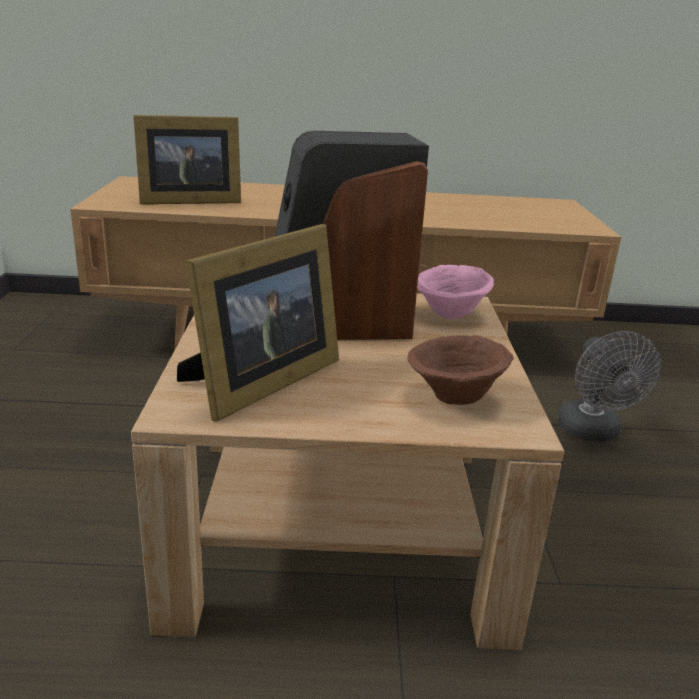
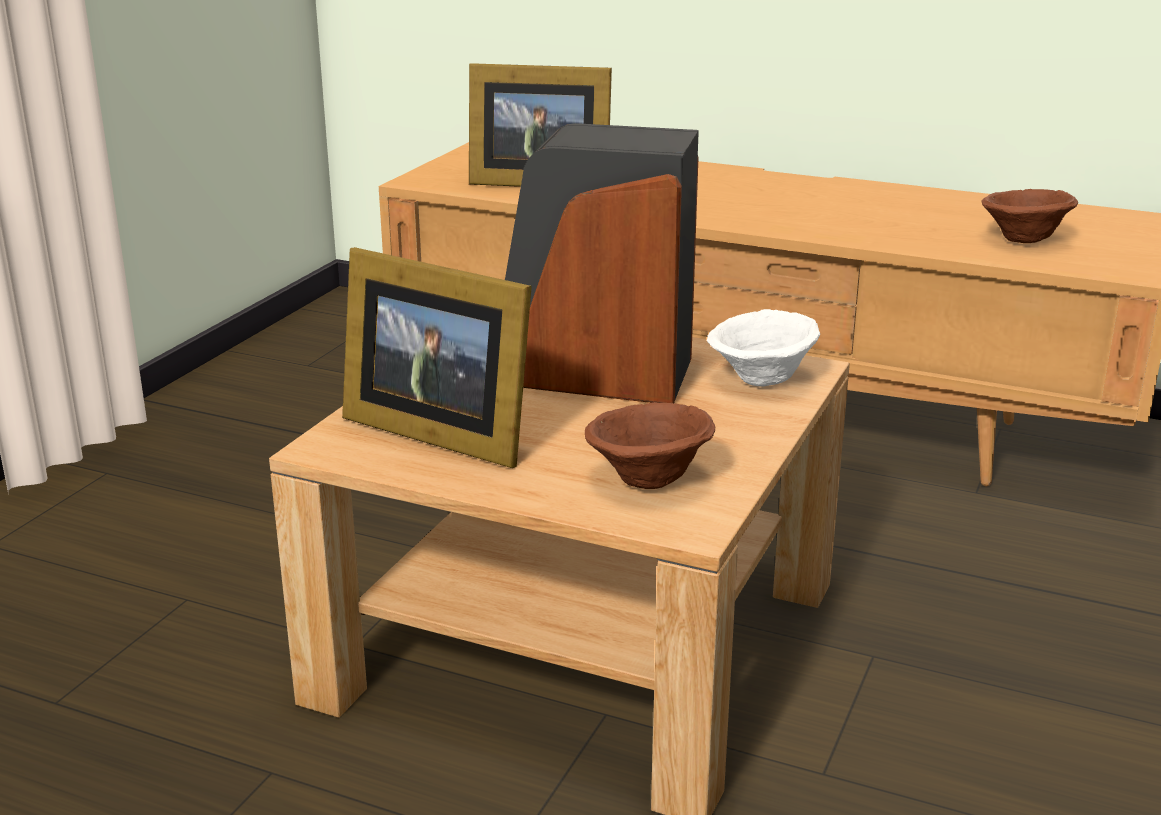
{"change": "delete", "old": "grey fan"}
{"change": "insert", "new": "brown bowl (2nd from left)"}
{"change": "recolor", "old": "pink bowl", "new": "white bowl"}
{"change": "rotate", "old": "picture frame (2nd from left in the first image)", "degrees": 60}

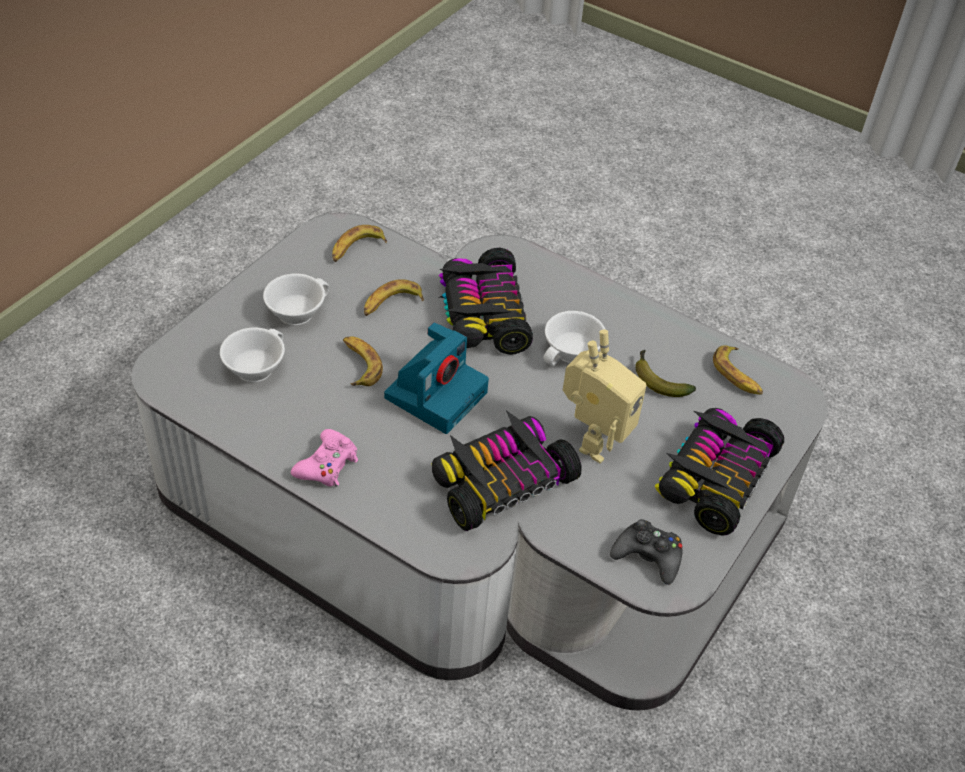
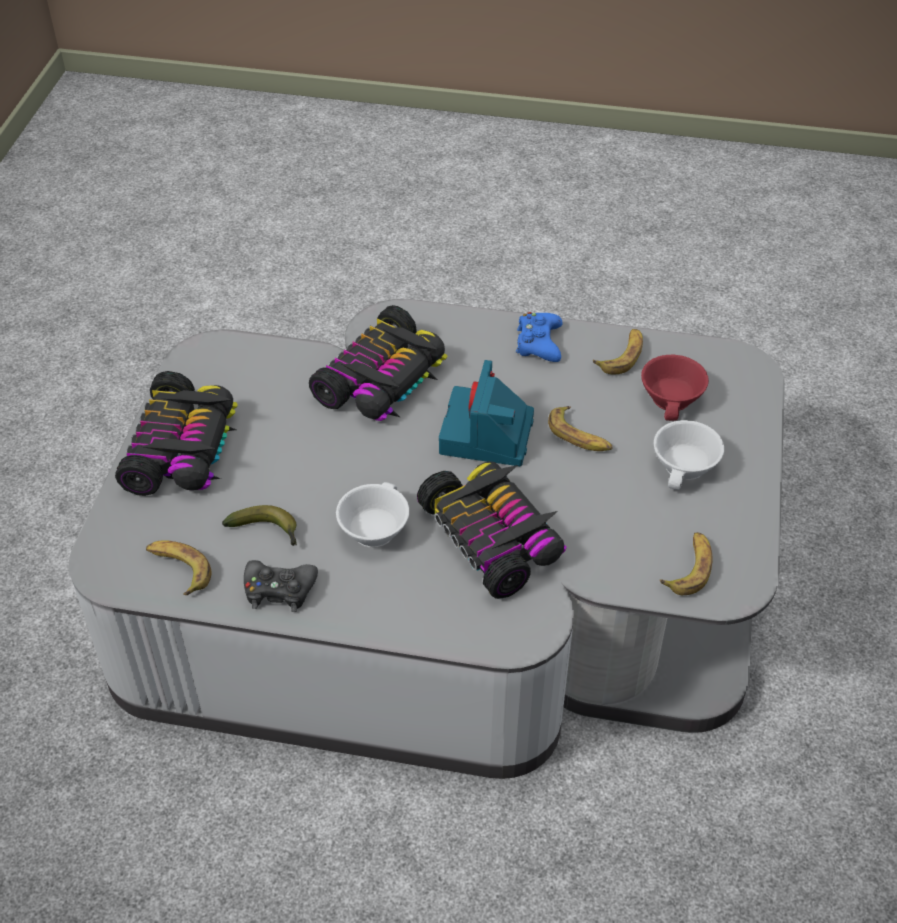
{"change": "delete", "old": "toy robot"}
{"change": "move", "old": "banana (3rd from left in the first image)", "new": "banana (4th from left)"}
{"change": "move", "old": "black game controller"}
{"change": "recolor", "old": "white cup (1st from left)", "new": "red cup"}
{"change": "recolor", "old": "pink game controller", "new": "blue game controller"}

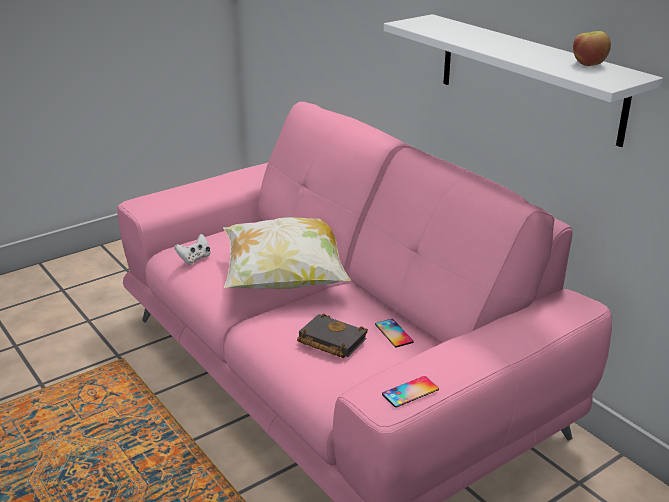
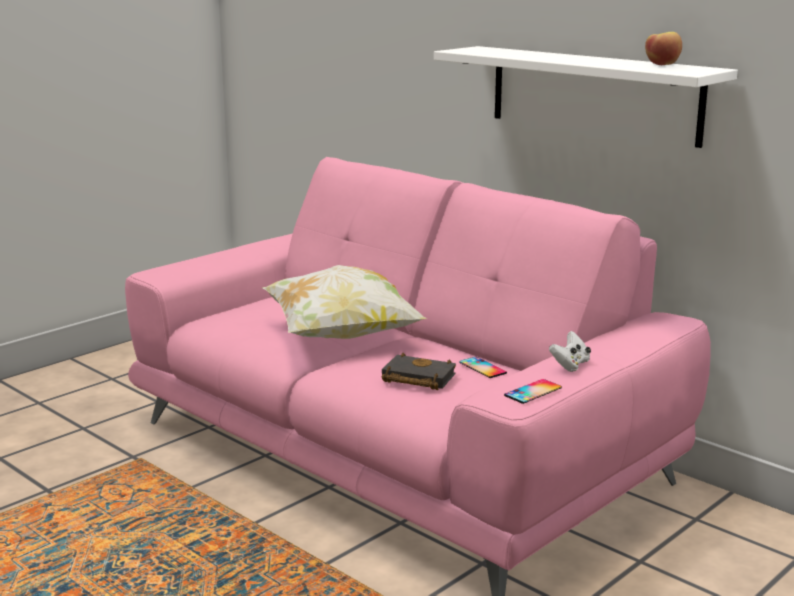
{"change": "move", "old": "white game controller"}

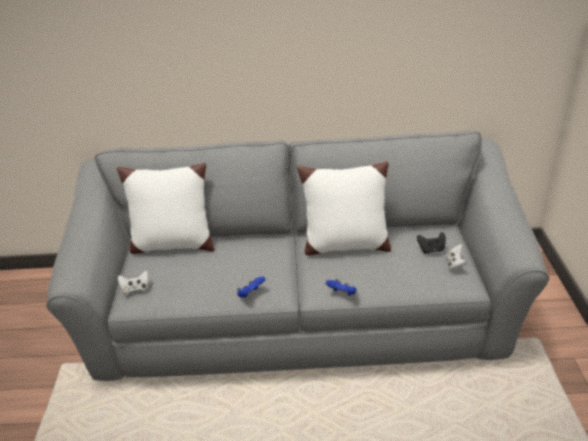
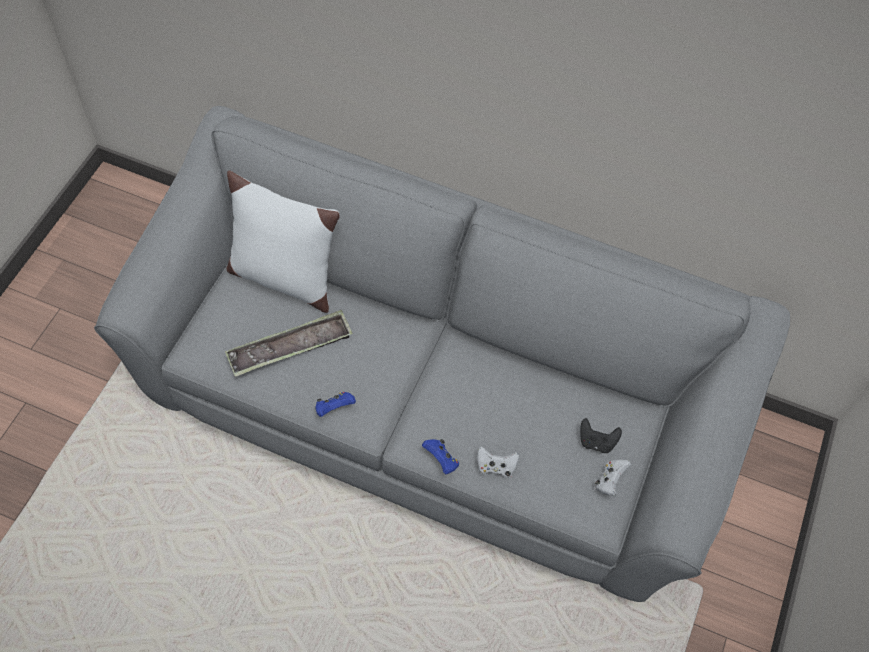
{"change": "delete", "old": "white pillow (2nd from left)"}
{"change": "insert", "new": "tray"}
{"change": "move", "old": "white game controller (1st from left)"}

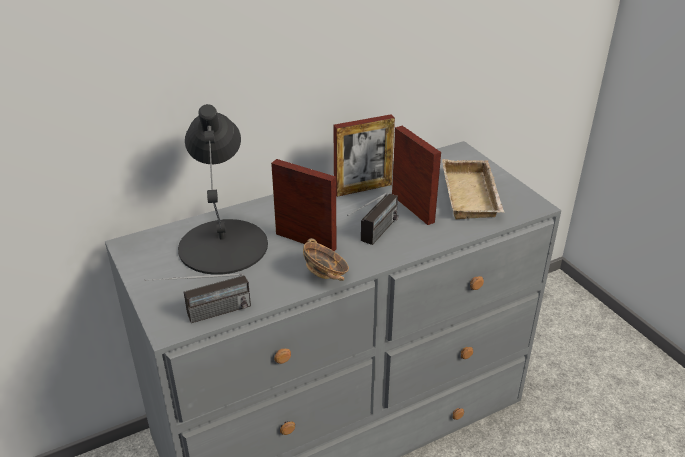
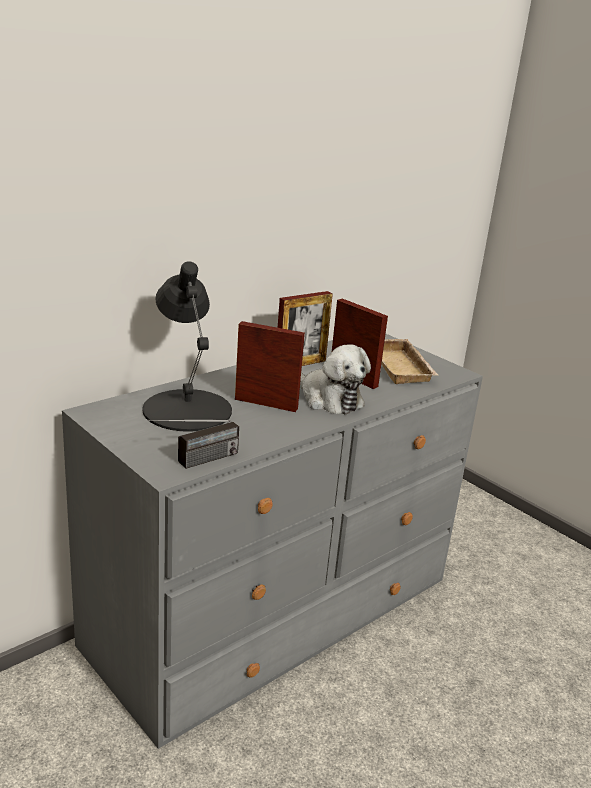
{"change": "delete", "old": "bowl"}
{"change": "replace", "old": "radio (2nd from left)", "new": "plush toy"}

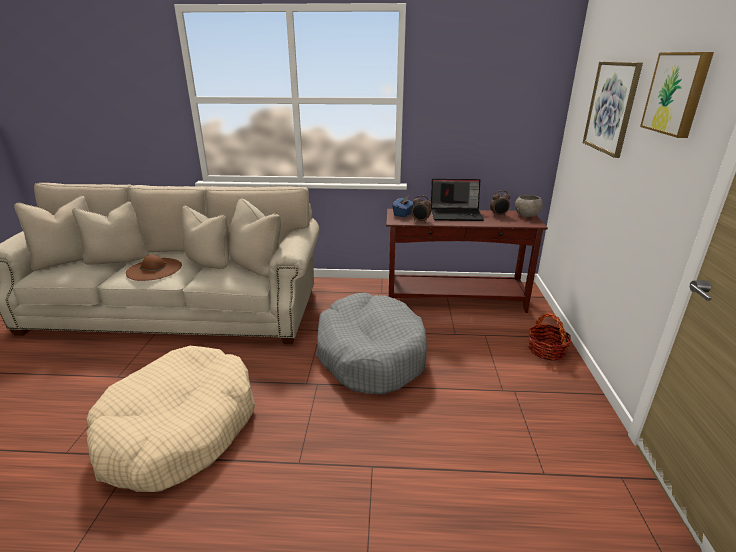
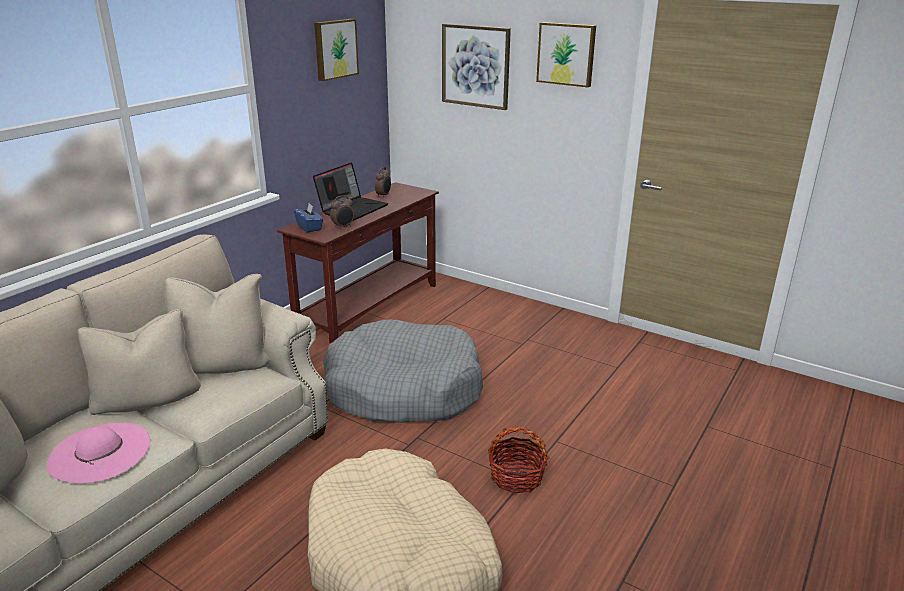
{"change": "delete", "old": "grey bowl"}
{"change": "insert", "new": "picture (1st from left)"}
{"change": "move", "old": "basket"}
{"change": "recolor", "old": "brown hat", "new": "pink hat"}

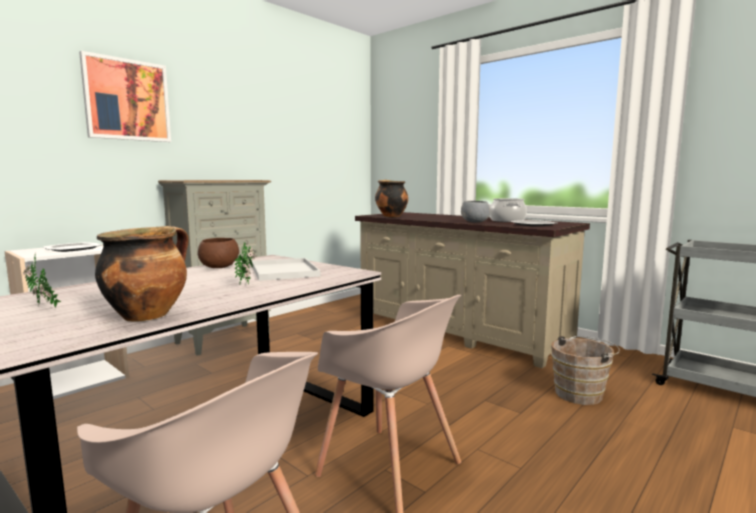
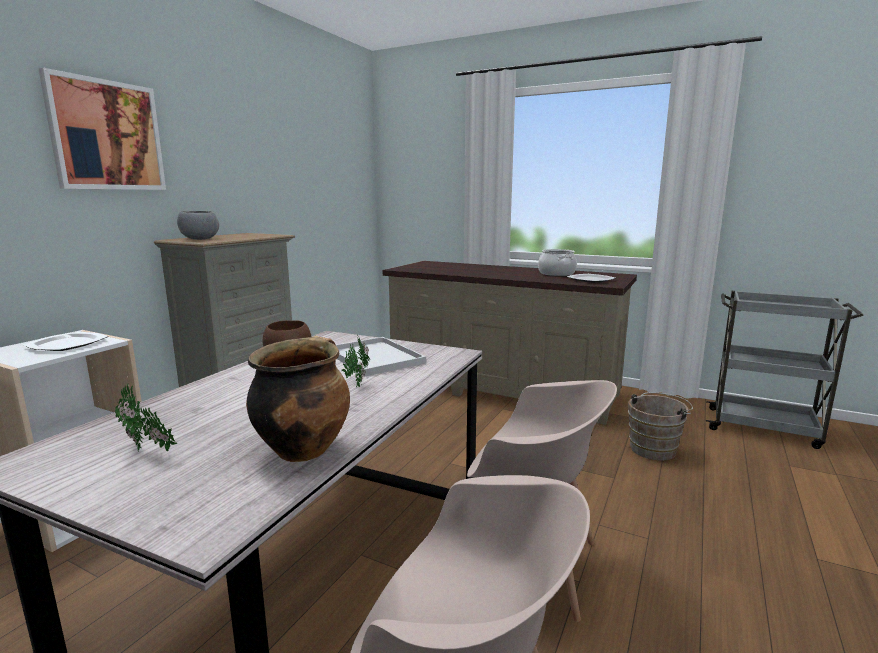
{"change": "delete", "old": "cooking pot (2nd from left)"}
{"change": "move", "old": "grey bowl"}

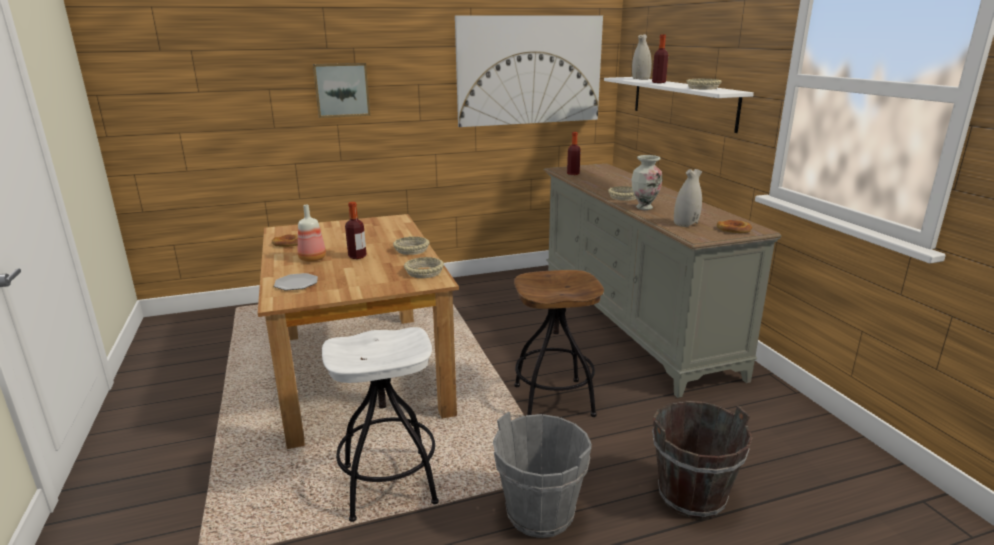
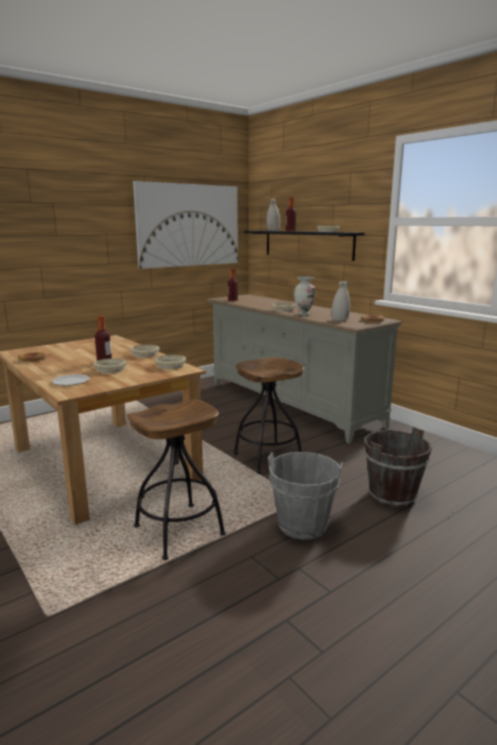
{"change": "delete", "old": "bottle (1st from left)"}
{"change": "delete", "old": "picture (1st from left)"}
{"change": "insert", "new": "beige bowl (1st from left)"}
{"change": "recolor", "old": "white stool", "new": "brown stool (1st from left)"}
{"change": "recolor", "old": "white shelf", "new": "black shelf"}

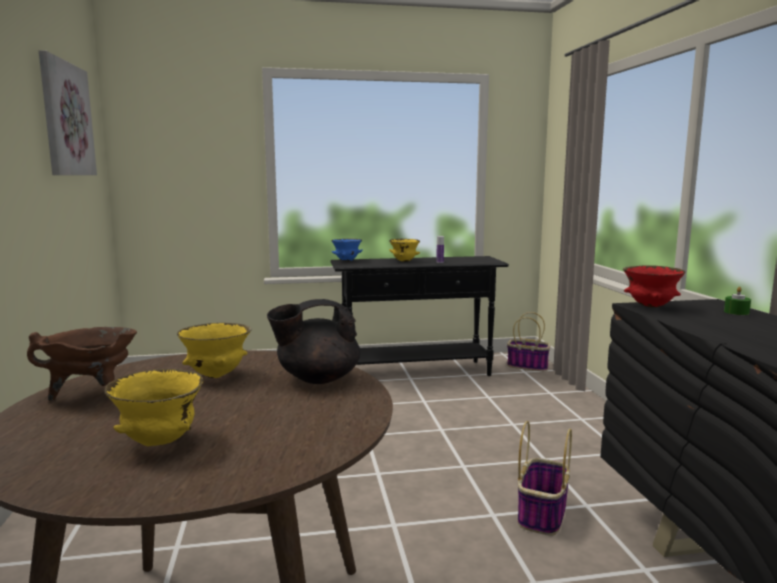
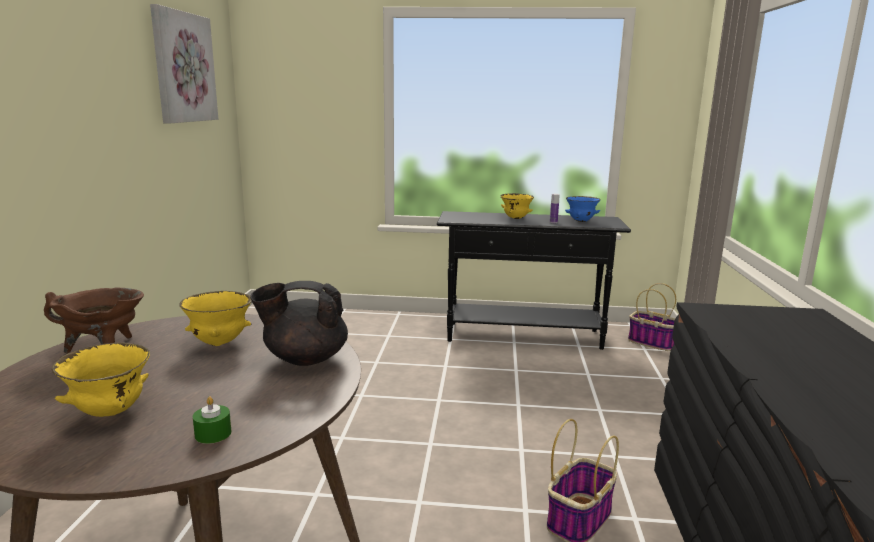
{"change": "delete", "old": "red bowl"}
{"change": "move", "old": "blue bowl"}
{"change": "move", "old": "green candle"}

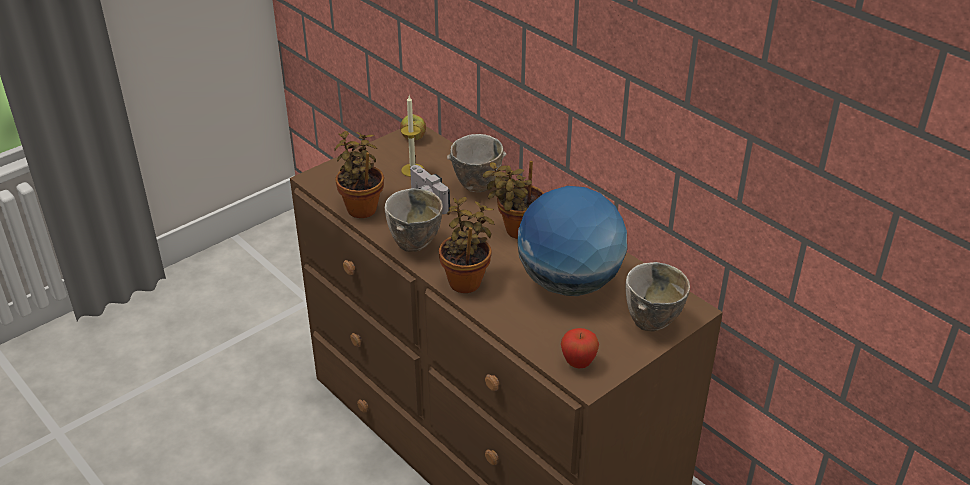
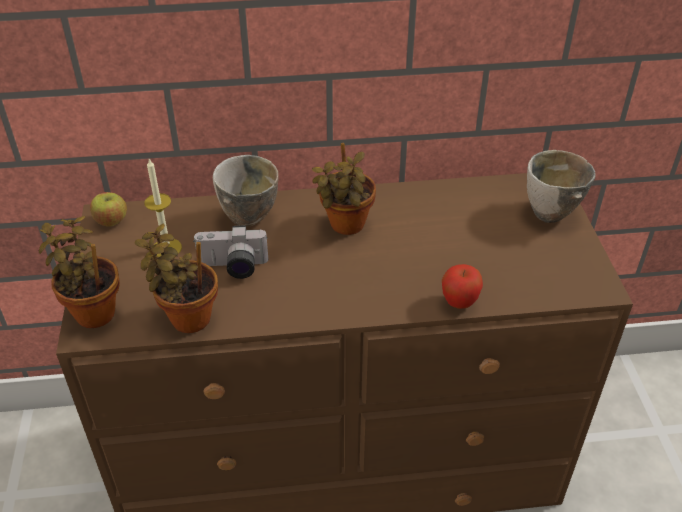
{"change": "delete", "old": "bowl (1st from left)"}
{"change": "delete", "old": "globe"}
{"change": "move", "old": "potted plant (2nd from left in the first image)", "new": "potted plant (1st from left)"}
{"change": "move", "old": "apple (2nd from left)"}

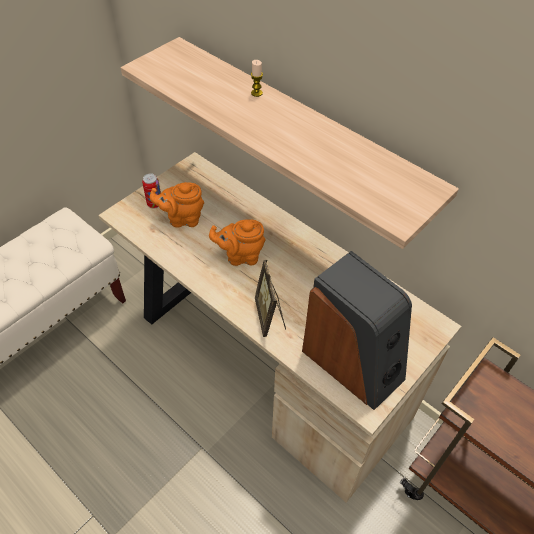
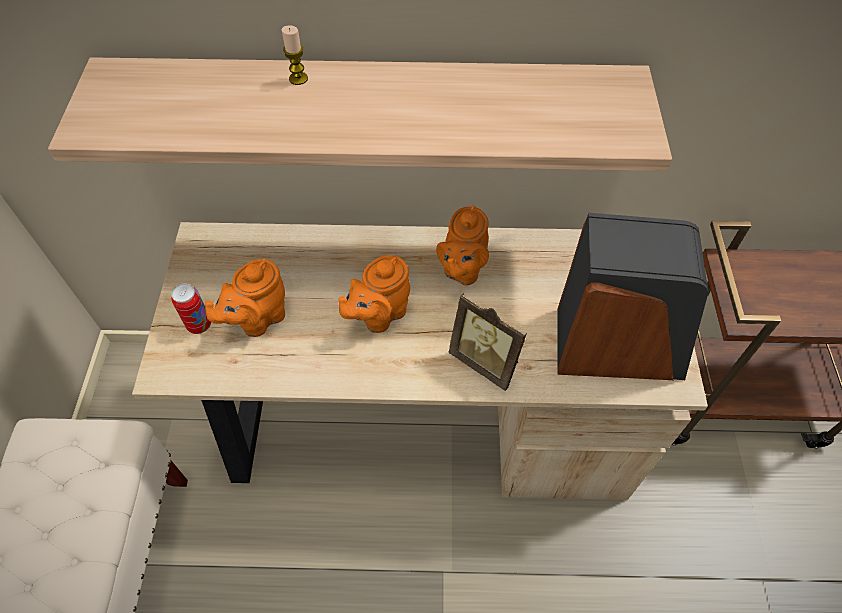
{"change": "insert", "new": "orange teapot (3rd from left)"}

